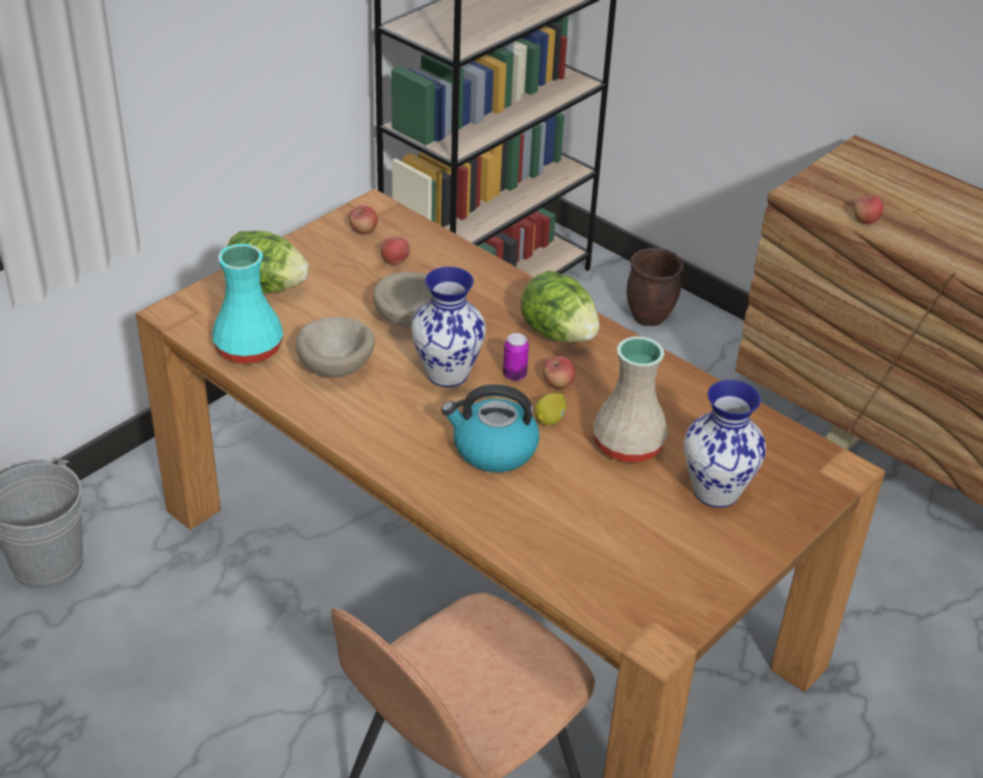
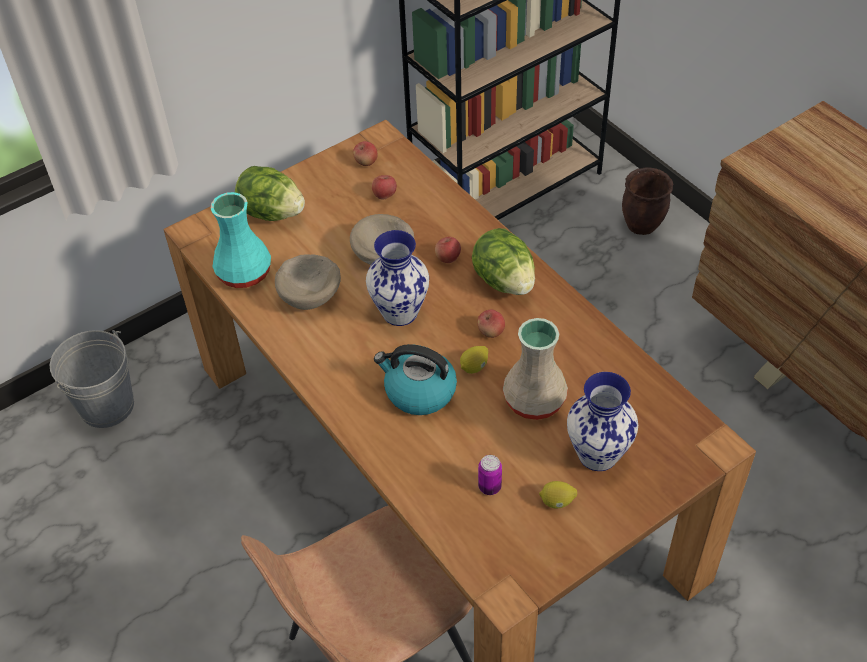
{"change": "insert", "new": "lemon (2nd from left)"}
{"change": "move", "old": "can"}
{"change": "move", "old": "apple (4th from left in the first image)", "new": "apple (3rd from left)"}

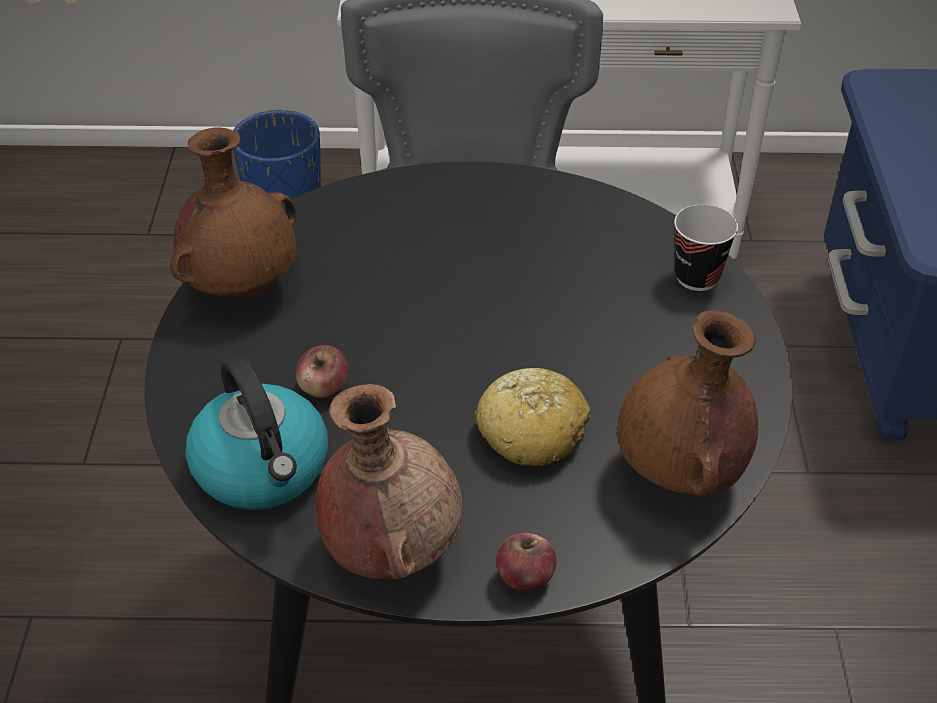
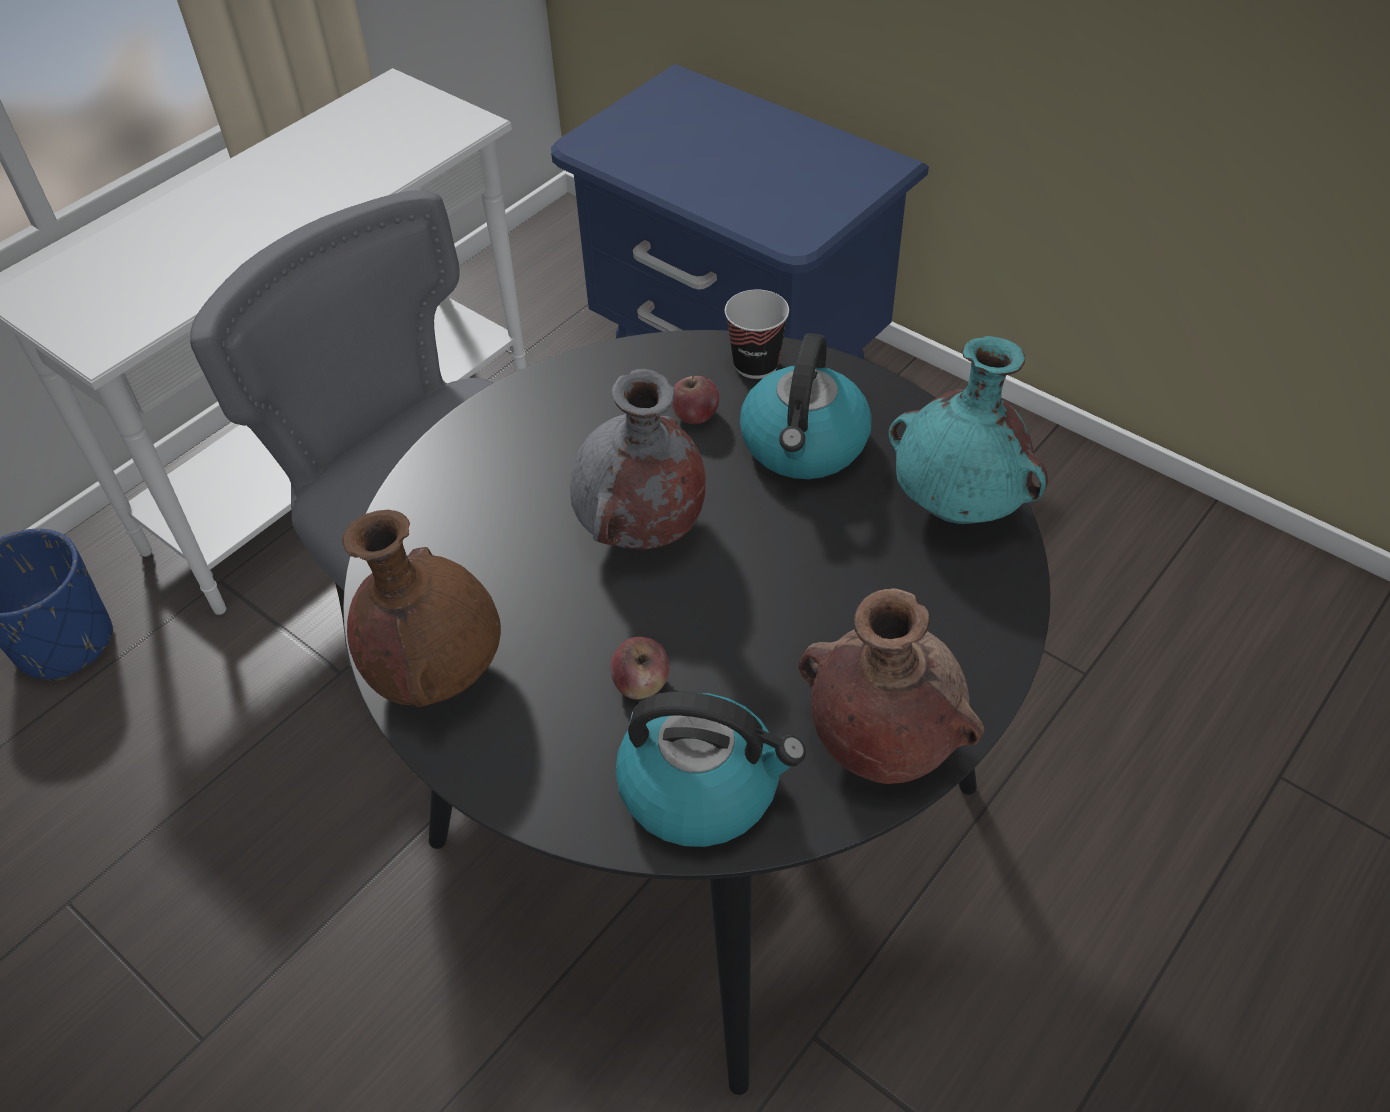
{"change": "delete", "old": "bread"}
{"change": "insert", "new": "grey vase"}
{"change": "insert", "new": "kettle (2nd from left)"}
{"change": "move", "old": "apple (2nd from left)"}
{"change": "recolor", "old": "brown vase (3rd from left)", "new": "turquoise vase"}

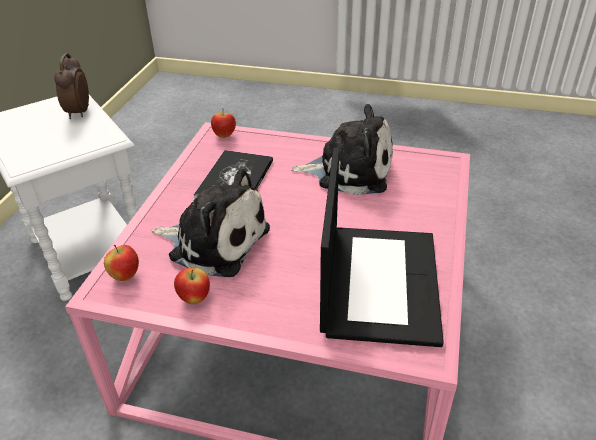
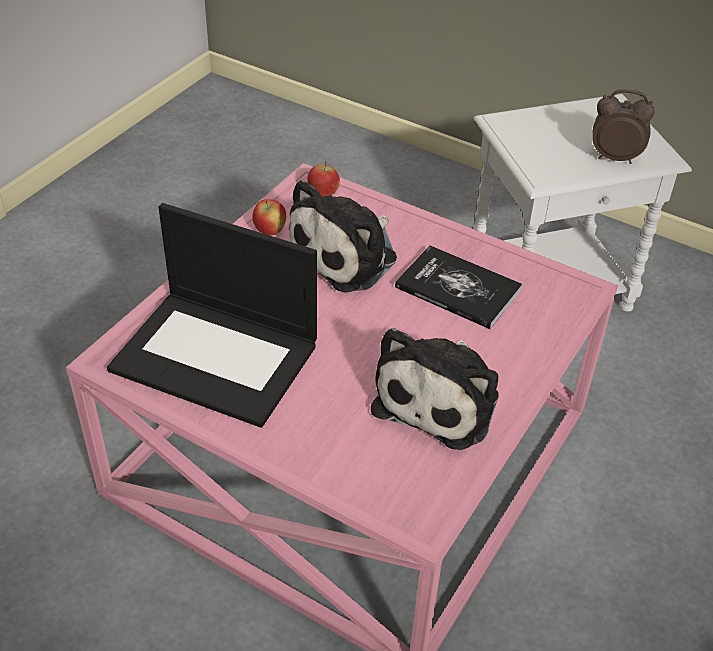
{"change": "delete", "old": "apple (3rd from left)"}

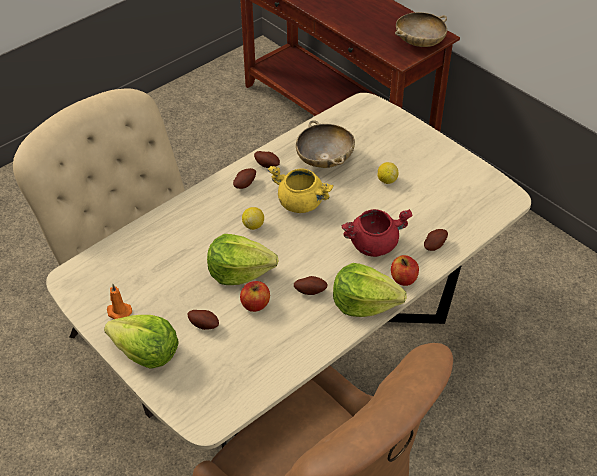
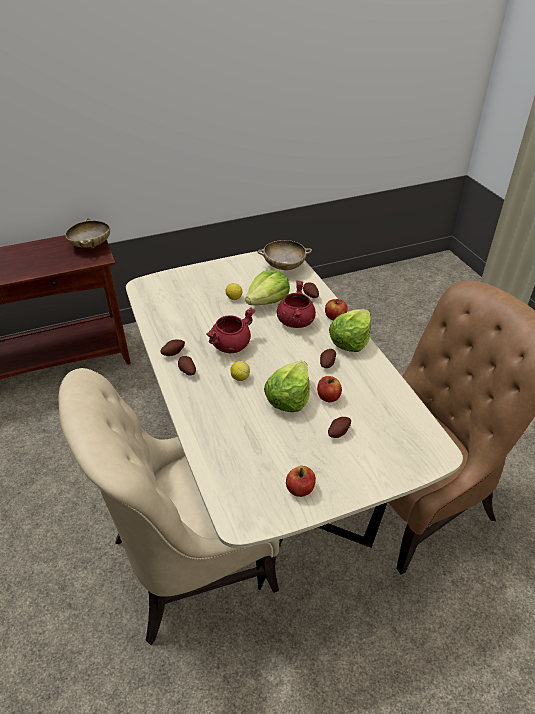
{"change": "move", "old": "lettuce (1st from left)"}
{"change": "move", "old": "beige bowl (1st from left in the first image)", "new": "beige bowl (2nd from left)"}
{"change": "replace", "old": "orange candle", "new": "apple (1st from left)"}
{"change": "recolor", "old": "yellow cooking pot", "new": "red cooking pot (1st from left)"}

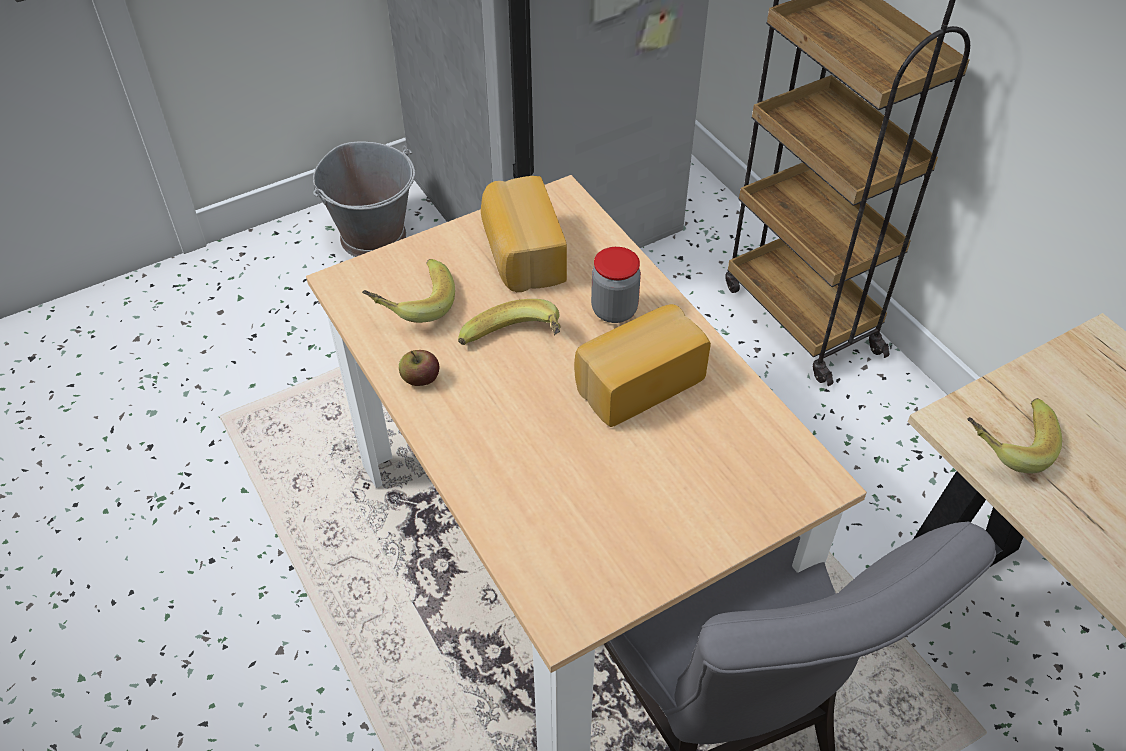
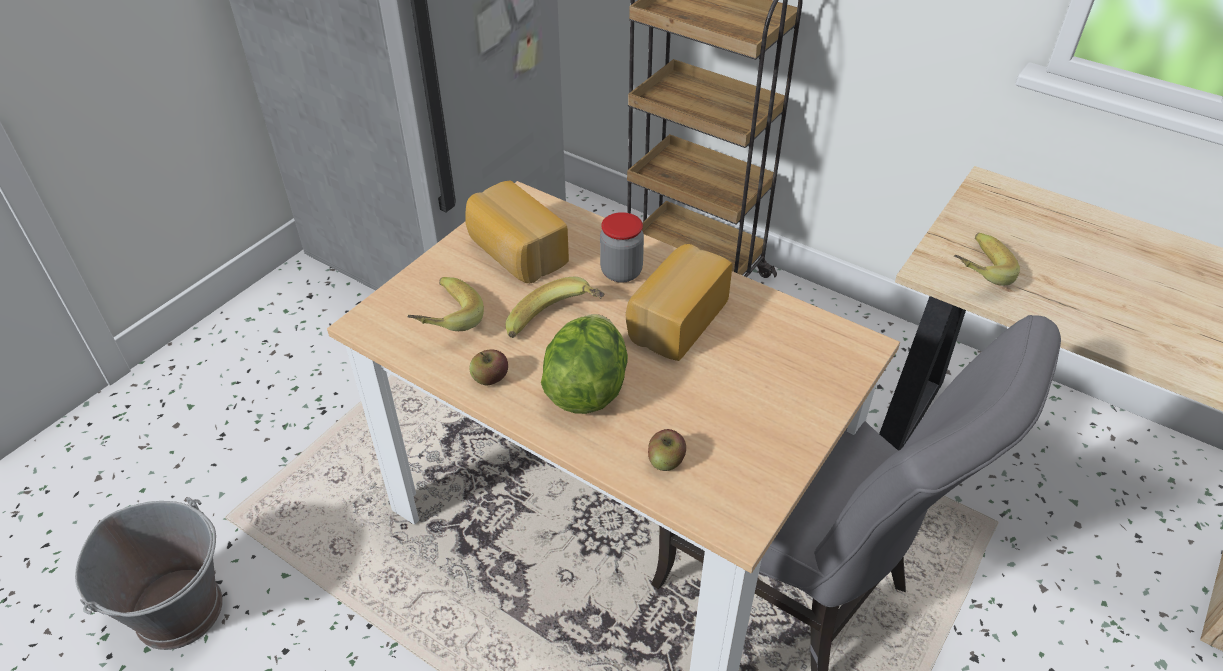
{"change": "insert", "new": "lettuce"}
{"change": "insert", "new": "apple (2nd from left)"}
{"change": "move", "old": "grey bucket"}

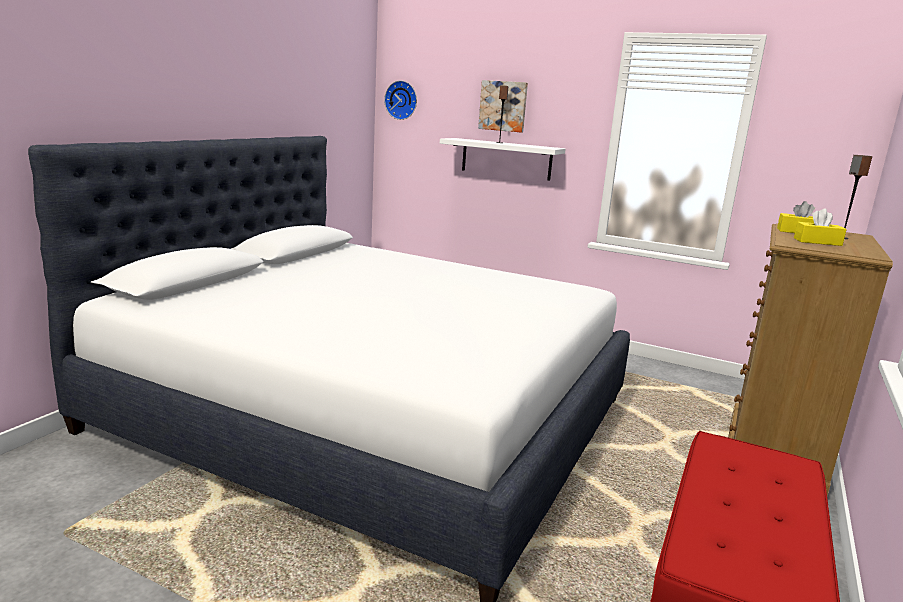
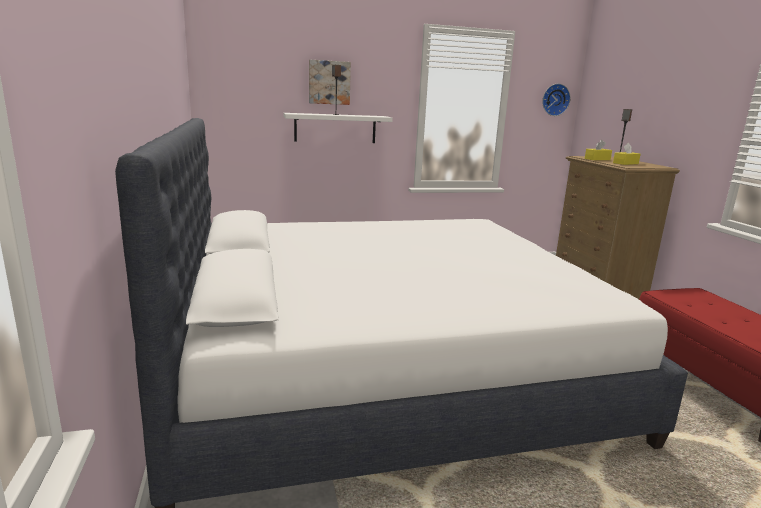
{"change": "move", "old": "wall clock"}

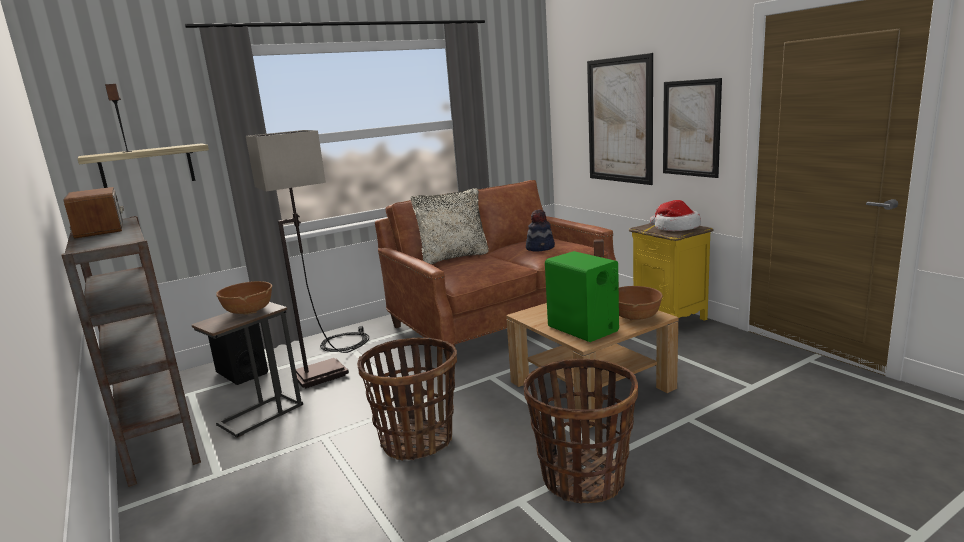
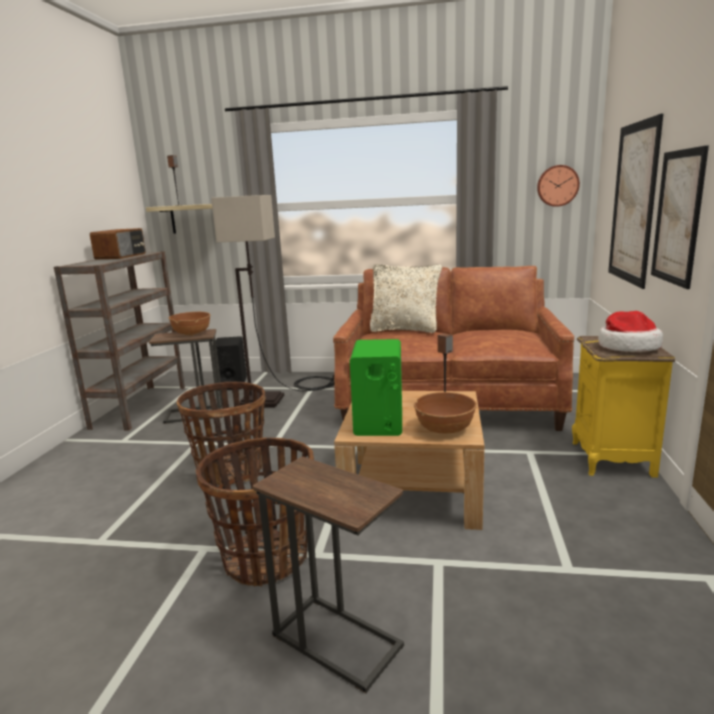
{"change": "delete", "old": "hat (1st from left)"}
{"change": "insert", "new": "brown side table (2nd from left)"}
{"change": "insert", "new": "wall clock"}

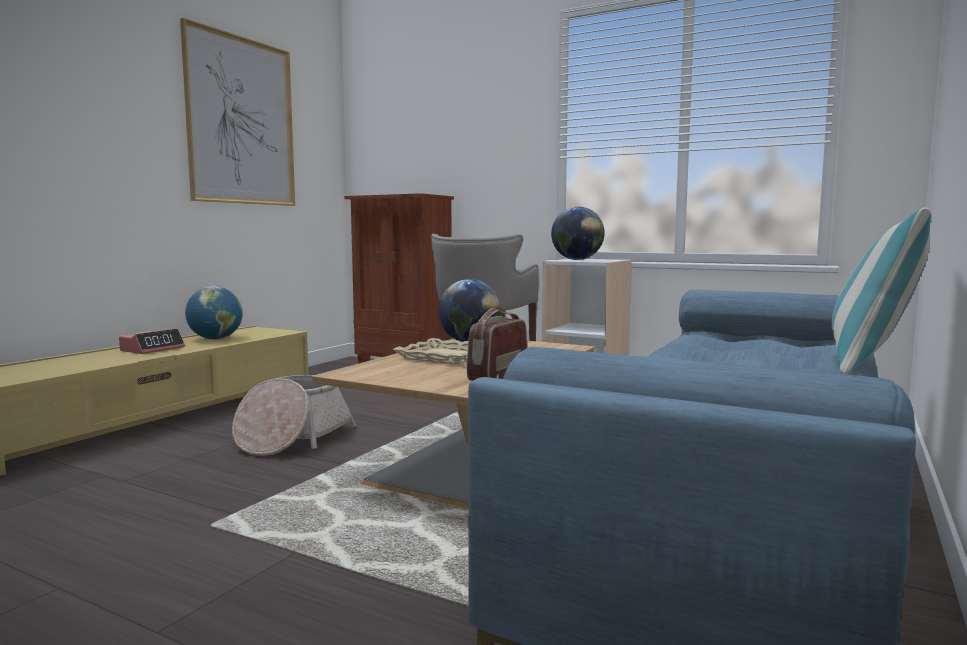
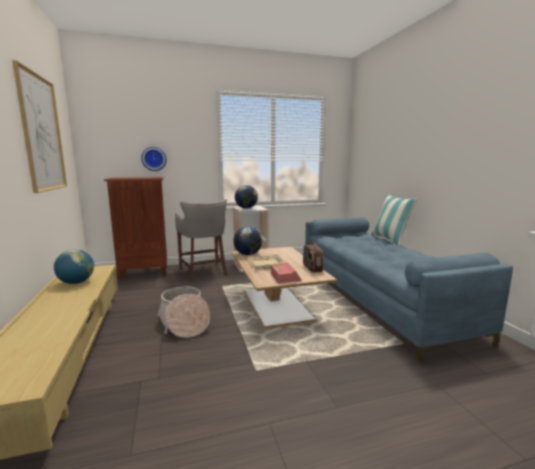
{"change": "insert", "new": "wall clock"}
{"change": "move", "old": "alarm clock"}

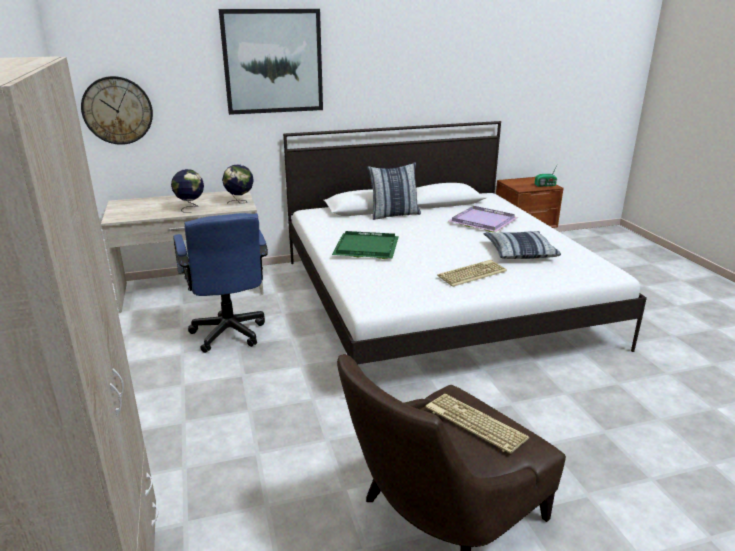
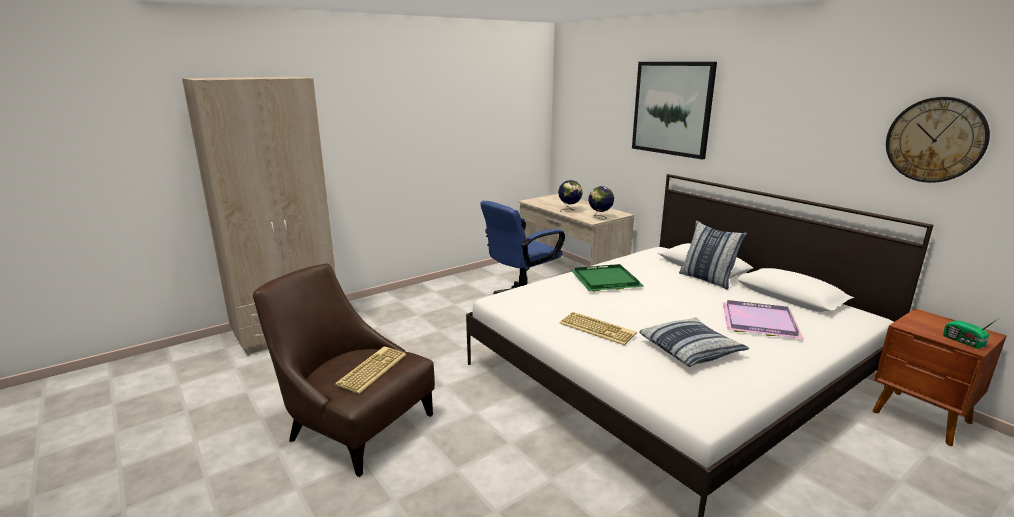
{"change": "move", "old": "wall clock"}

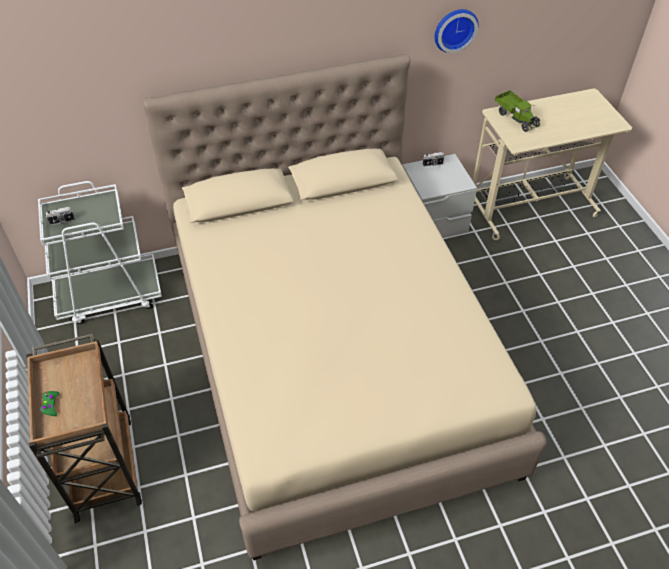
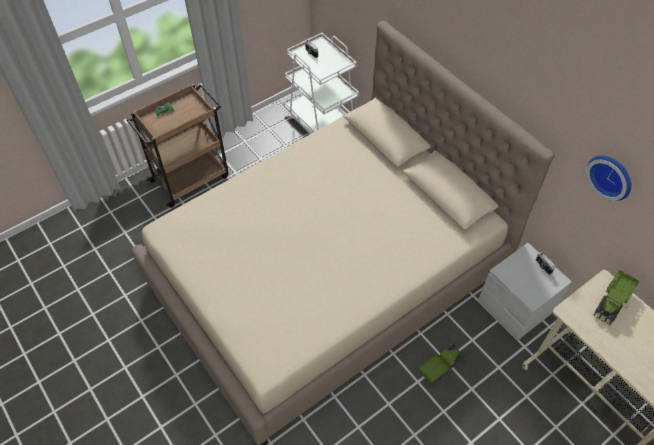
{"change": "insert", "new": "toy truck (1st from left)"}

